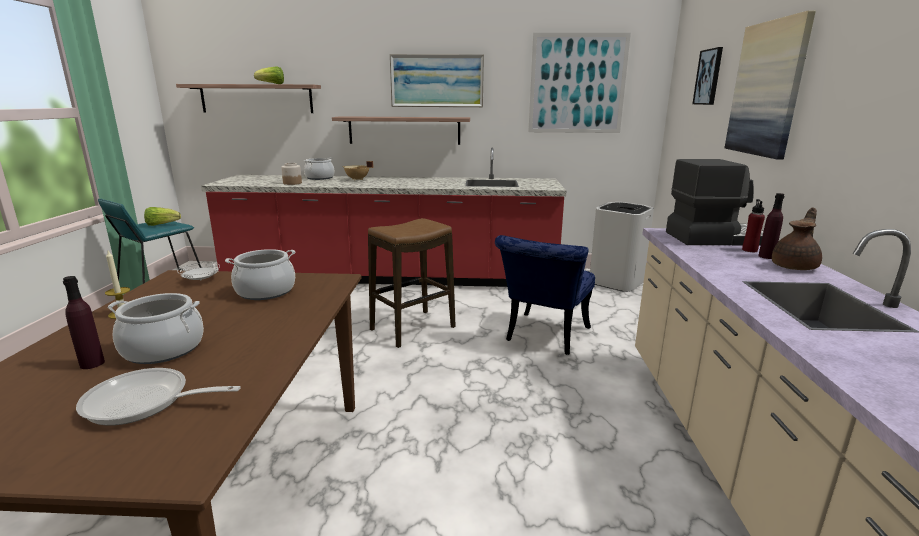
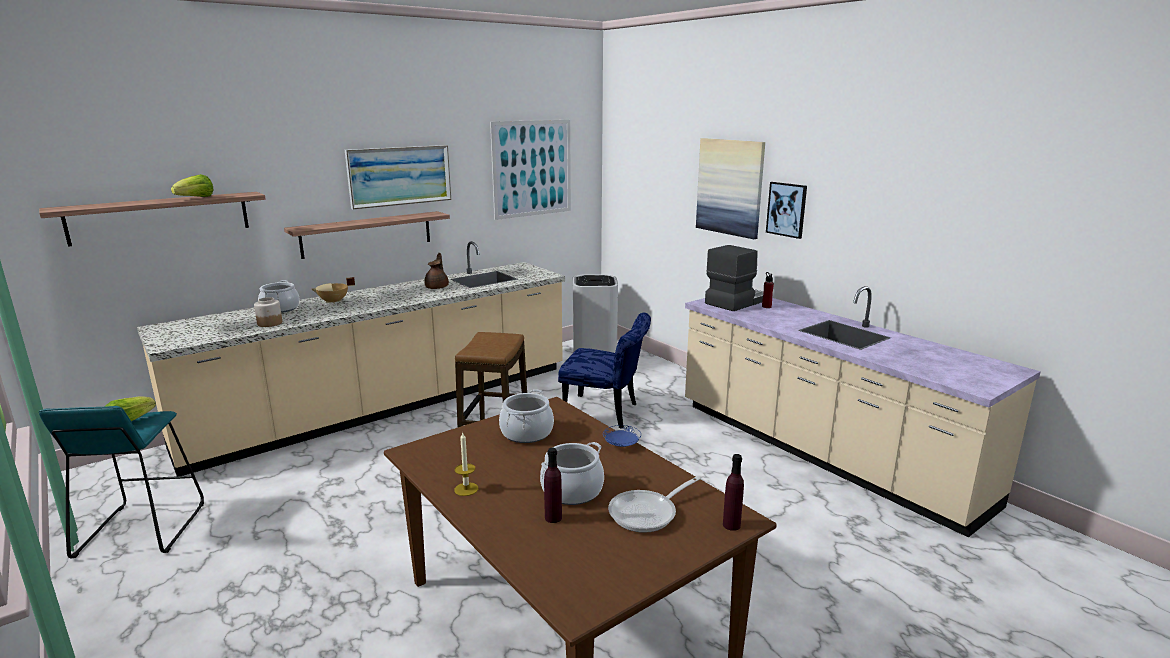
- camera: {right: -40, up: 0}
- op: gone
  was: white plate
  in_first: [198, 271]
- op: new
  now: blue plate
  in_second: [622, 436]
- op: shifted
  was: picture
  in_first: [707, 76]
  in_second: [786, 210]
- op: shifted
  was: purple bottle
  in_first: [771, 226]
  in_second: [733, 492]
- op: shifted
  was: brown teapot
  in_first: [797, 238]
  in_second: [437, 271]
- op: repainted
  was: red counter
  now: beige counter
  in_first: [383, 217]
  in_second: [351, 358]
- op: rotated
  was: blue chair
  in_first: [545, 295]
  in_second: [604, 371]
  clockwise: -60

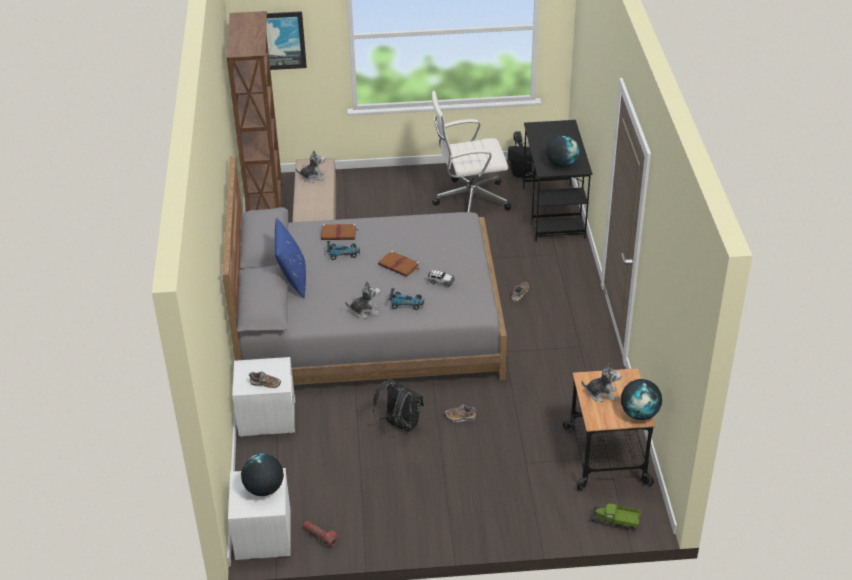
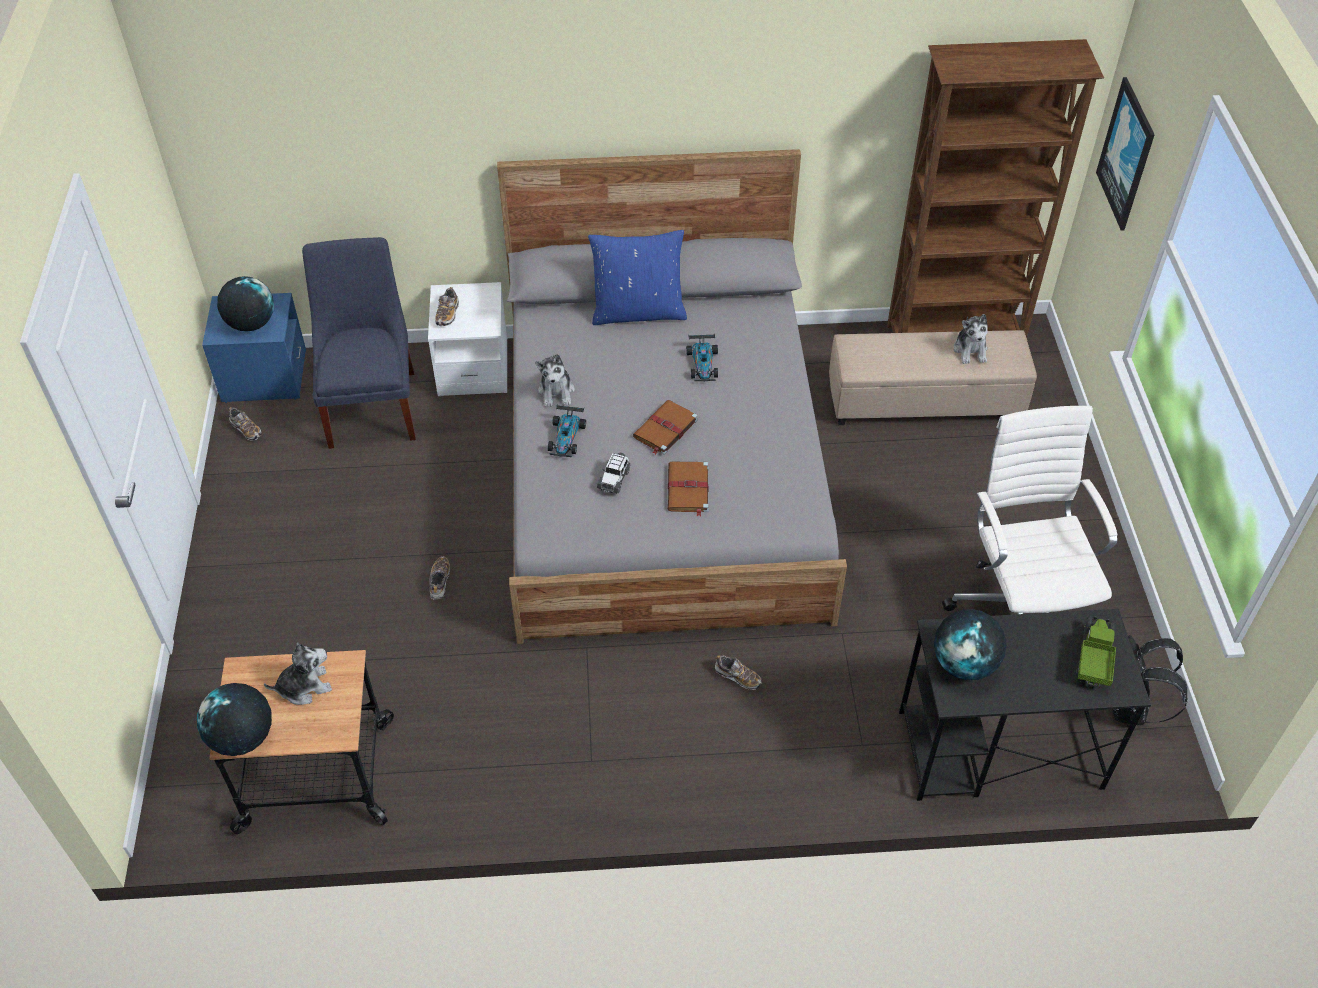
- camera: {right: 90, up: 10}
- op: gone
  was: black backpack
  in_first: [398, 405]
- op: new
  now: blue chair
  in_second: [359, 343]
- op: shifted
  was: brown book
  in_first: [340, 232]
  in_second: [688, 488]
- op: shifted
  was: toy truck
  in_first: [616, 517]
  in_second: [1096, 652]
- op: swapped
  was: flashlight
  now: shoe
  in_first: [320, 534]
  in_second: [245, 424]
- op: repainted
  was: white nightstand
  now: blue nightstand
  in_first: [259, 514]
  in_second: [254, 348]
- op: rotated
  was: plush toy
  in_first: [602, 382]
  in_second: [298, 673]
  clockwise: -120

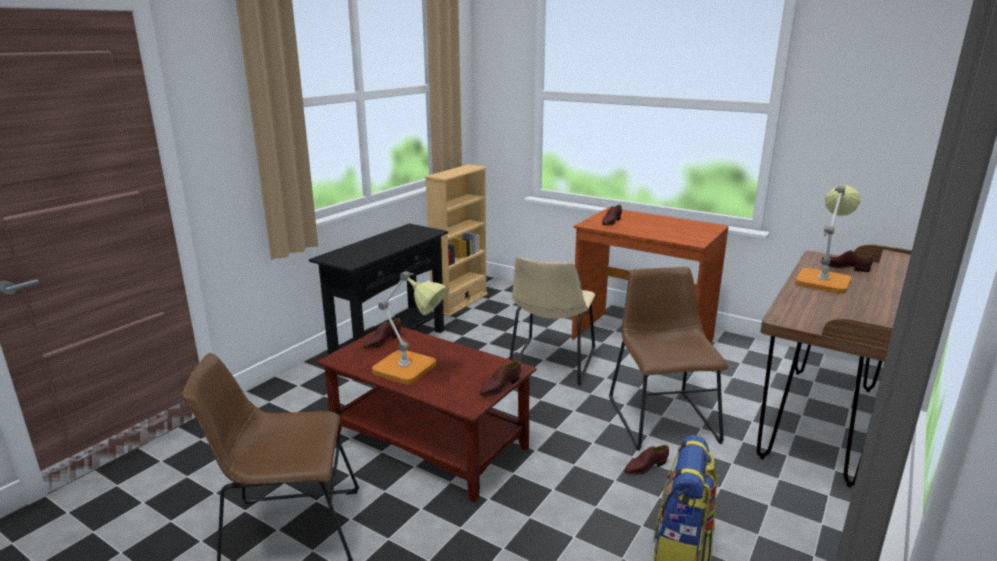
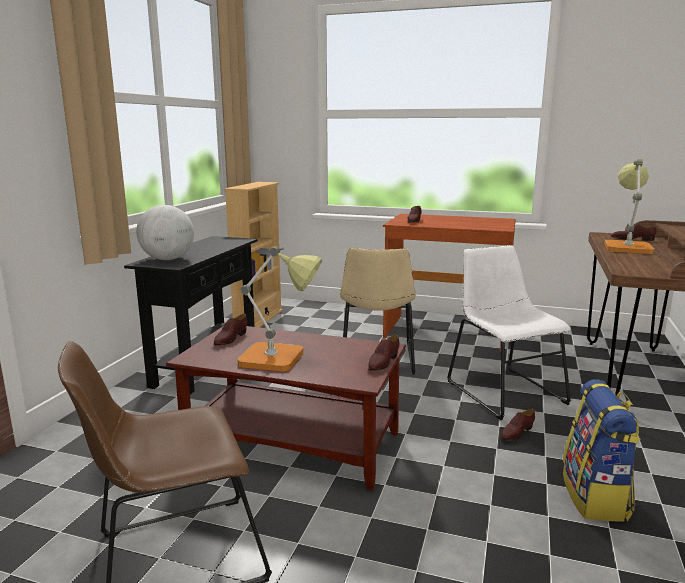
- camera: {right: -15, up: -5}
- op: new
  now: globe
  in_second: [165, 232]
- op: repainted
  was: brown chair
  now: white chair
  in_first: [668, 359]
  in_second: [509, 332]

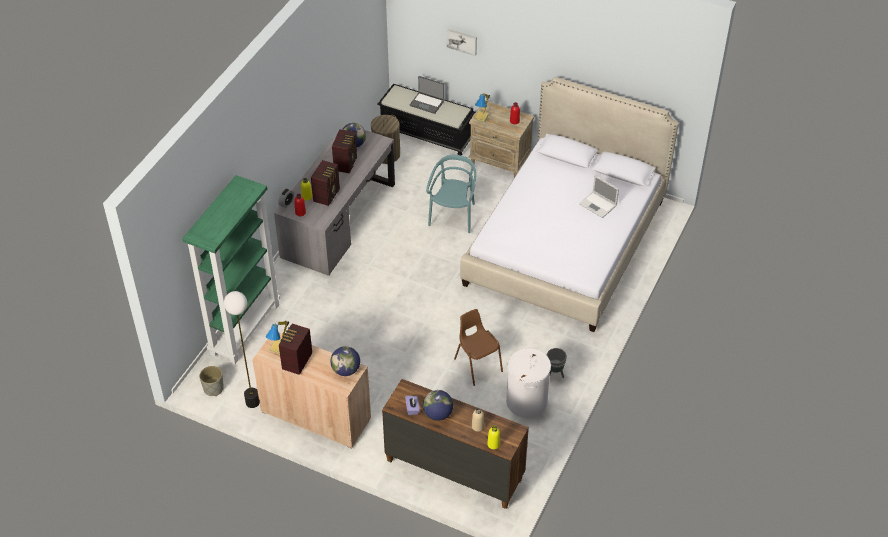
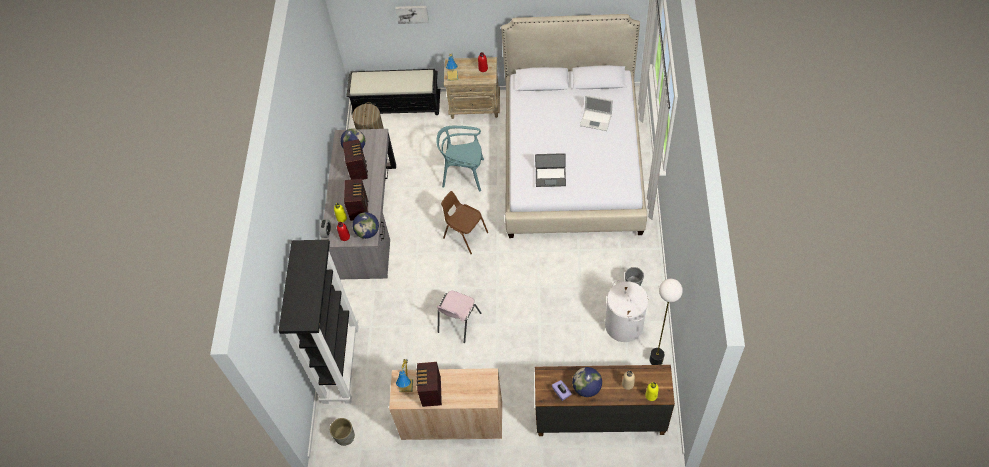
- camera: {right: -20, up: 10}
- op: new
  now: pink chair
  in_second: [459, 316]
- op: shifted
  was: floor lamp
  in_first: [242, 349]
  in_second: [666, 322]
- op: shifted
  was: globe
  in_first: [345, 361]
  in_second: [365, 225]
- op: shifted
  was: laptop
  in_first: [427, 95]
  in_second: [550, 170]
- op: shifted
  was: brown chair
  in_first: [478, 347]
  in_second: [464, 222]
- op: repainted
  was: green bookcase
  now: black bookcase
  in_first: [231, 269]
  in_second: [319, 322]
- op: rotated
  was: turquoise chair
  in_first: [451, 194]
  in_second: [460, 159]
  clockwise: -75

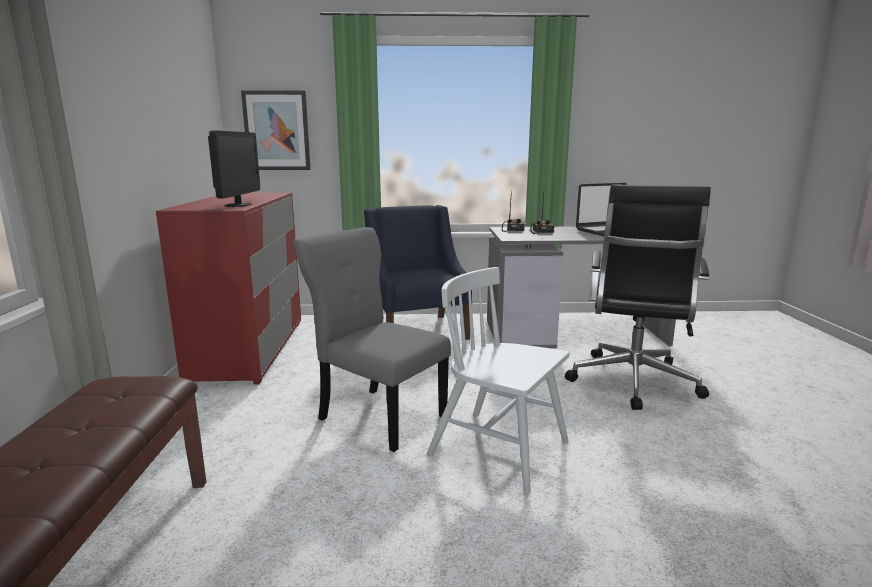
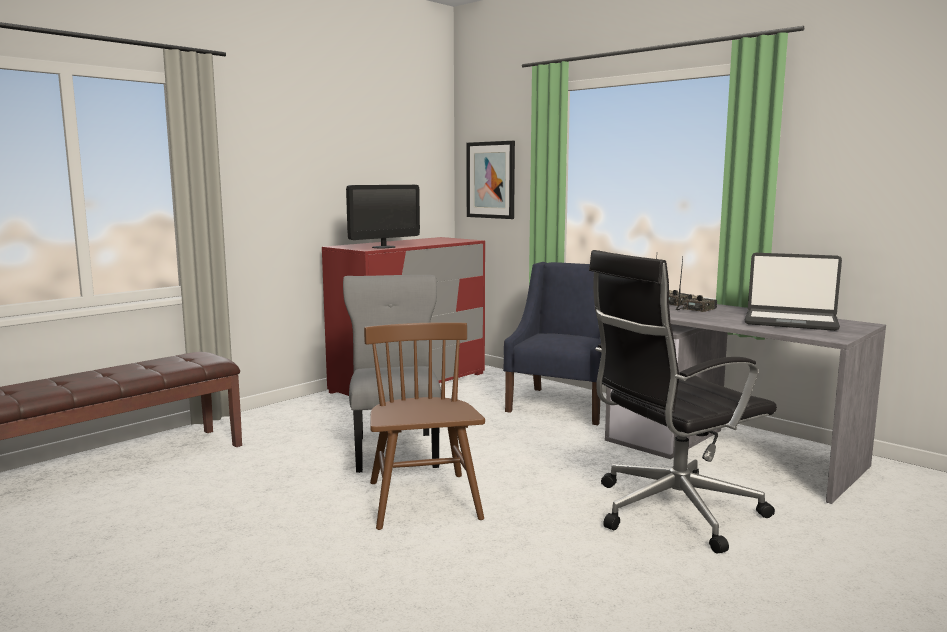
- camera: {right: 45, up: -5}
- op: repainted
  was: white chair
  now: brown chair
  in_first: [498, 380]
  in_second: [424, 426]

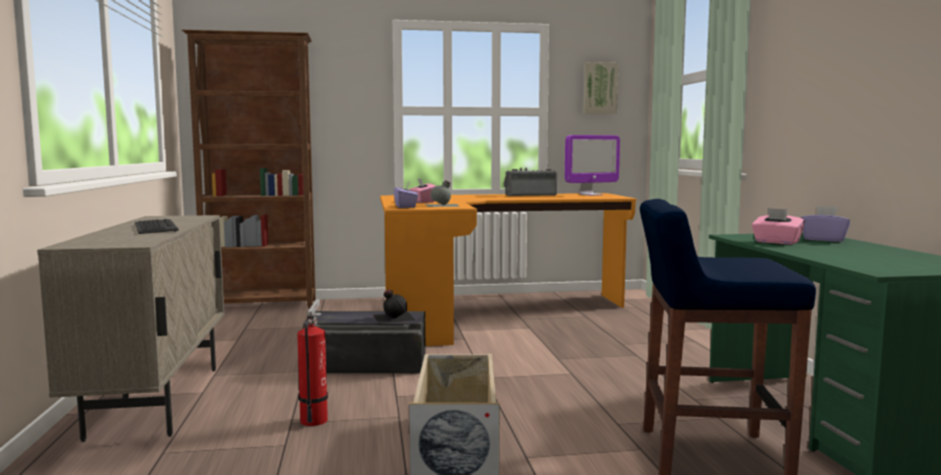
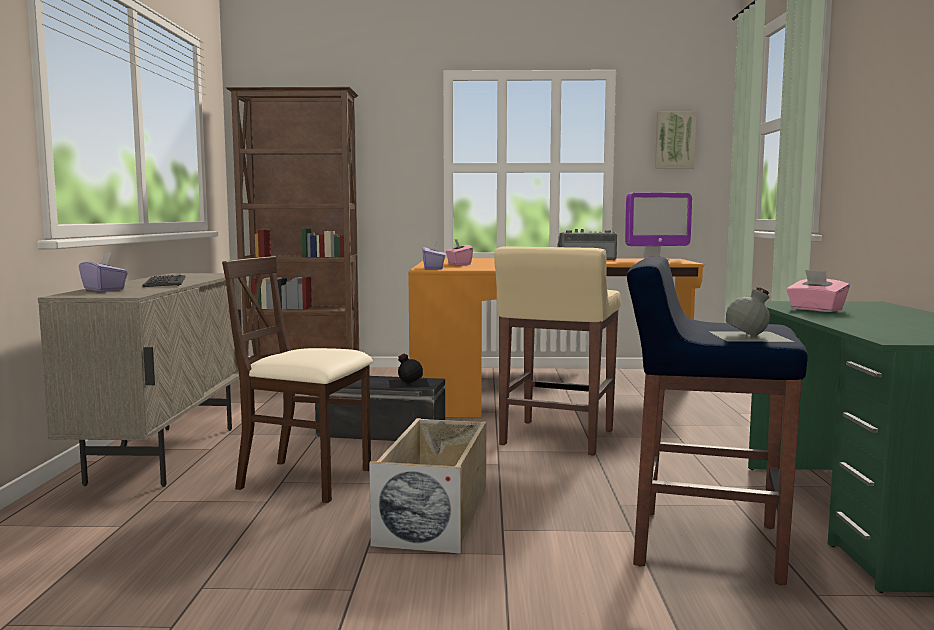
- camera: {right: 10, up: 0}
- op: new
  now: beige stool
  in_second: [557, 351]
- op: shifted
  was: grey bottle
  in_first: [442, 193]
  in_second: [751, 314]
- op: shifted
  was: purple tissue box
  in_first: [825, 224]
  in_second: [103, 271]
- op: swapped
  was: fire extinguisher
  now: beige chair
  in_first: [312, 362]
  in_second: [297, 379]

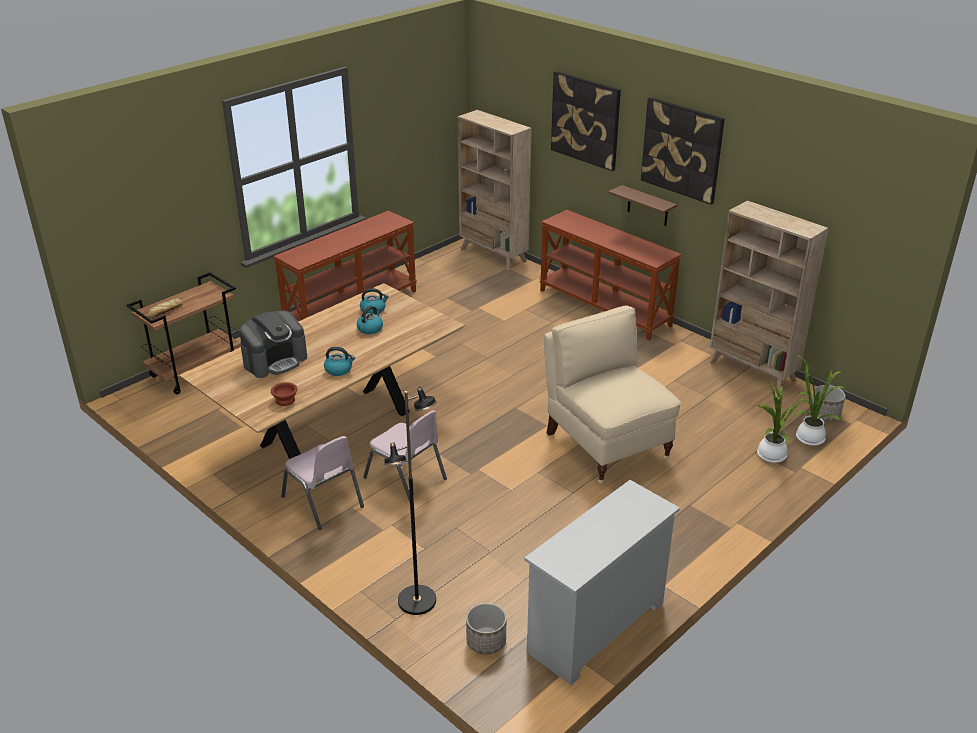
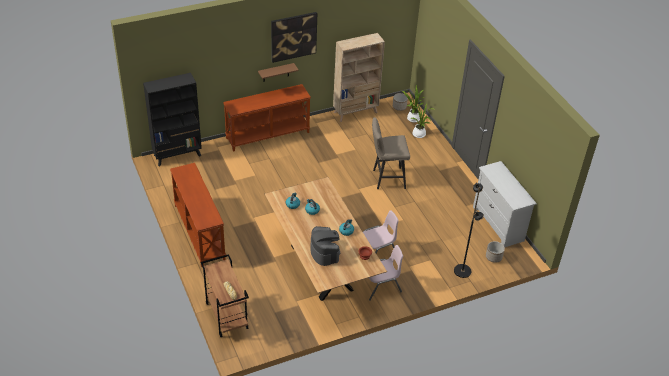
- camera: {right: -70, up: 10}
- op: gone
  was: picture
  in_first: [586, 121]
- op: swapped
  was: beige chair
  now: beige stool
  in_first: [612, 394]
  in_second: [391, 153]
- op: repainted
  was: beige bookcase
  now: black bookcase
  in_first: [495, 190]
  in_second: [172, 119]

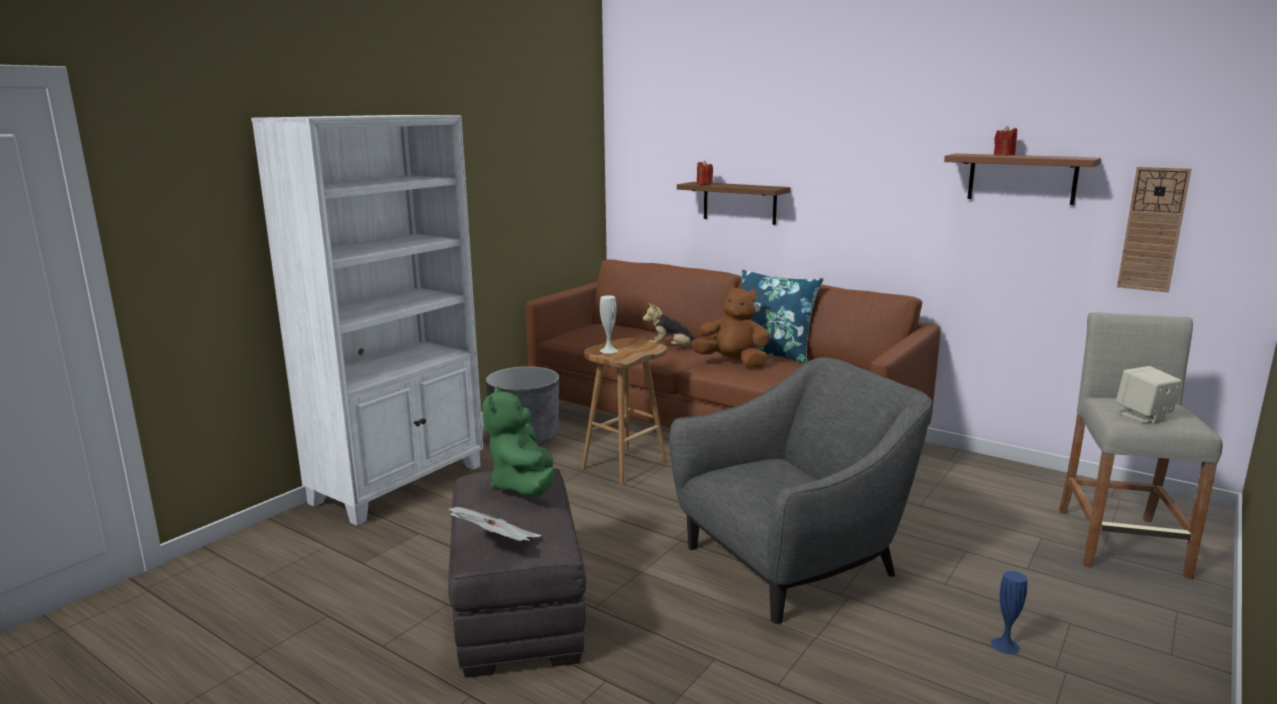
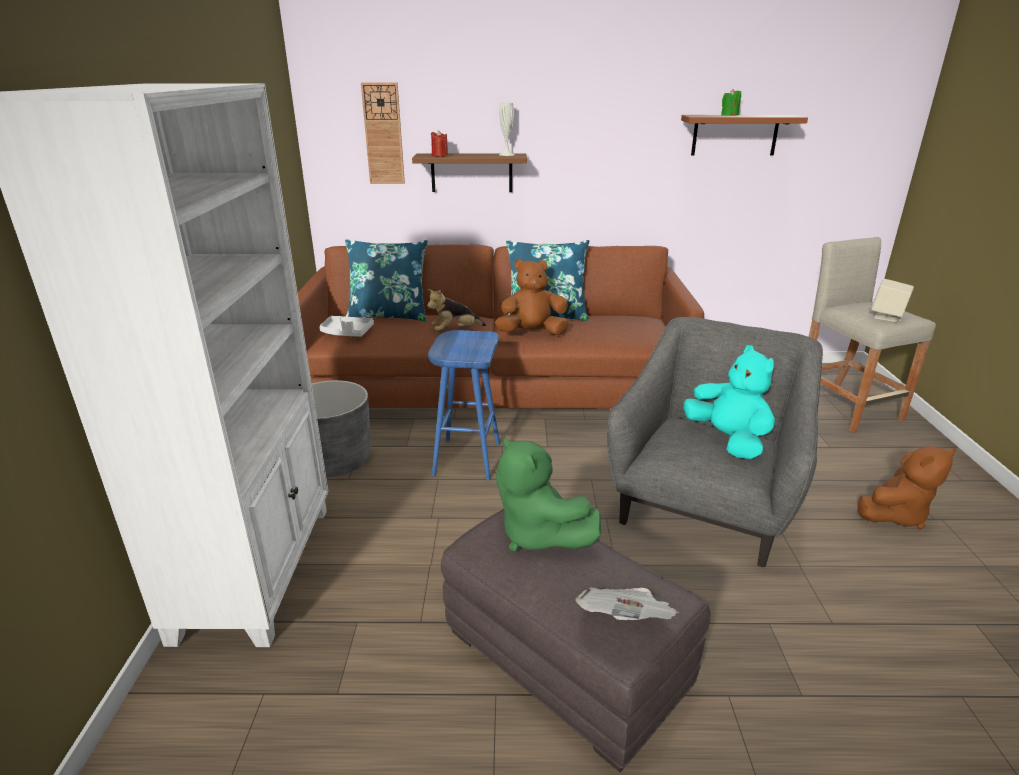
- camera: {right: -35, up: 10}
- op: new
  now: grey tray
  in_second: [347, 326]
- op: new
  now: blue pillow
  in_second: [386, 280]
- op: new
  now: turquoise plush toy
  in_second: [729, 402]
- op: shifted
  was: white vase
  in_first: [609, 325]
  in_second: [506, 129]
- op: shifted
  was: wall clock
  in_first: [1154, 229]
  in_second: [383, 133]
- op: swapped
  was: blue vase
  now: brown plush toy
  in_first: [1009, 612]
  in_second: [907, 488]
- op: repainted
  was: brown stool
  now: blue stool
  in_first: [624, 411]
  in_second: [464, 405]
- op: repainted
  was: red candle
  now: green candle
  in_first: [1005, 140]
  in_second: [731, 102]

